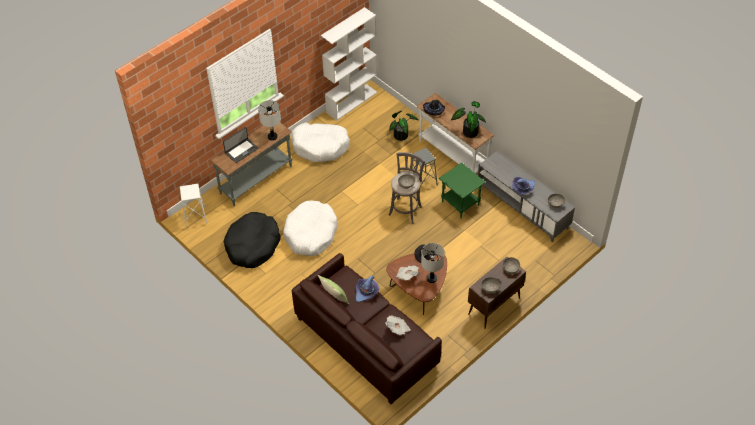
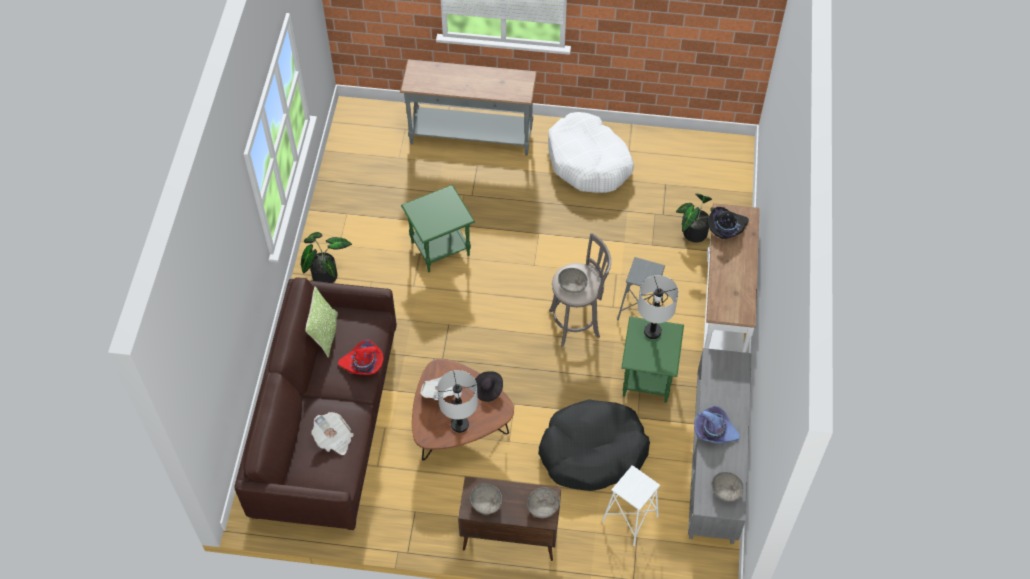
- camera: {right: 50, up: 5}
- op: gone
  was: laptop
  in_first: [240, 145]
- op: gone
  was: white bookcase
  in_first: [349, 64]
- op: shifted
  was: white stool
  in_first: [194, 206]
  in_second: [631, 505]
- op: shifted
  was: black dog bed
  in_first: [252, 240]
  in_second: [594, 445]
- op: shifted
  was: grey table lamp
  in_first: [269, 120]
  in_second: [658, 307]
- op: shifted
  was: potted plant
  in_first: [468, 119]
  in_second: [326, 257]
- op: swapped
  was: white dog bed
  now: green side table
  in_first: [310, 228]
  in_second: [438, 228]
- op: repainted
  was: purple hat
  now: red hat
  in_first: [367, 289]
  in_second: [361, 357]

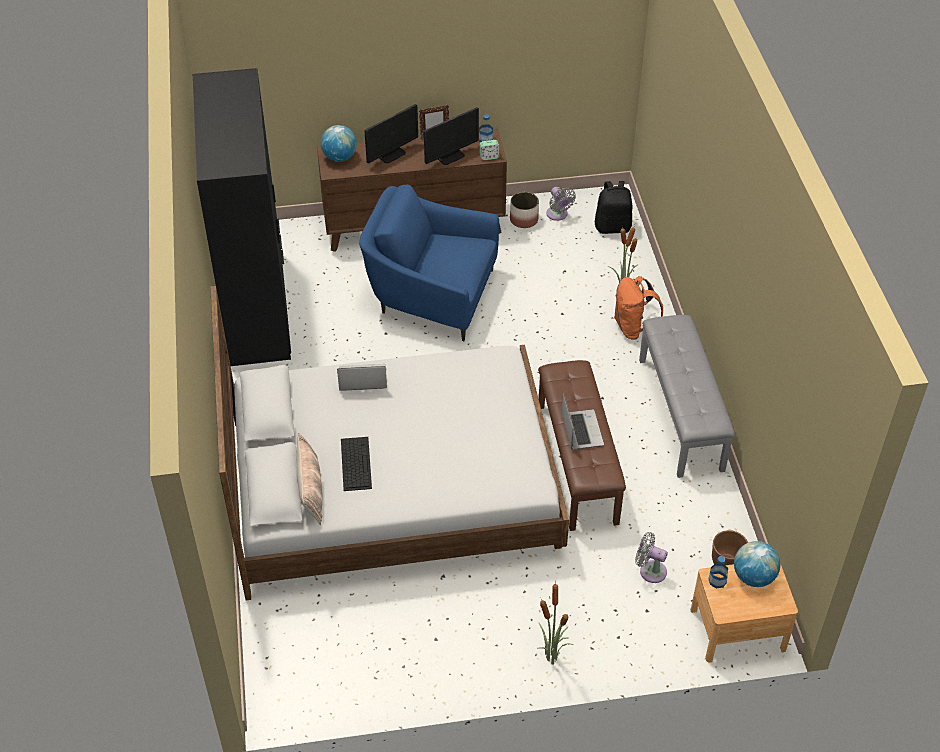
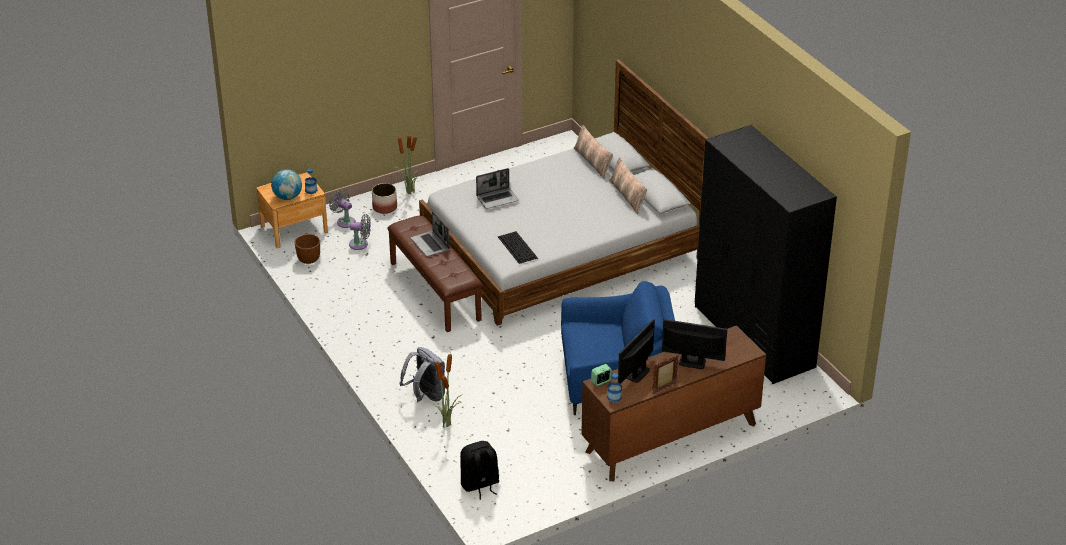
- camera: {right: 160, up: -10}
- op: gone
  was: globe
  in_first: [339, 143]
- op: gone
  was: grey bench
  in_first: [687, 396]
- op: new
  now: pillow
  in_second: [628, 185]
- op: shifted
  was: laptop
  in_first: [362, 377]
  in_second: [497, 188]
- op: shifted
  was: keyboard
  in_first: [356, 464]
  in_second: [518, 247]
- op: shifted
  was: planter
  in_first: [524, 210]
  in_second: [384, 198]
- op: shifted
  was: grey fan
  in_first: [561, 204]
  in_second: [342, 209]
- op: repainted
  was: orange backpack
  now: grey backpack
  in_first: [638, 308]
  in_second: [422, 374]
- op: rotated
  was: monitor
  in_first: [391, 134]
  in_second: [694, 344]
  clockwise: 75

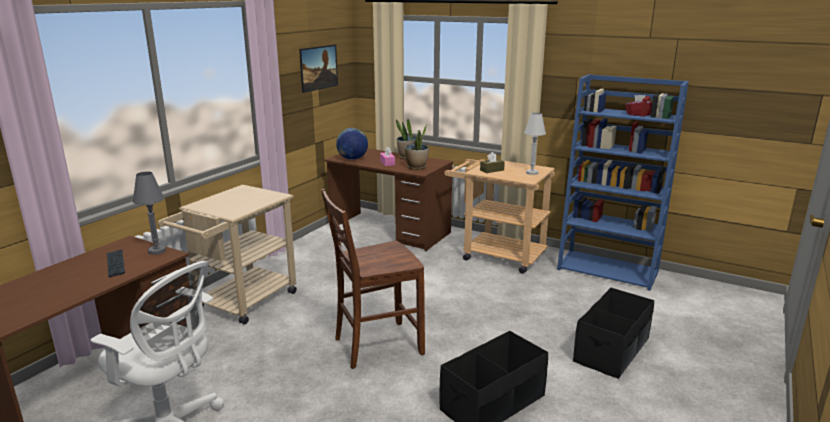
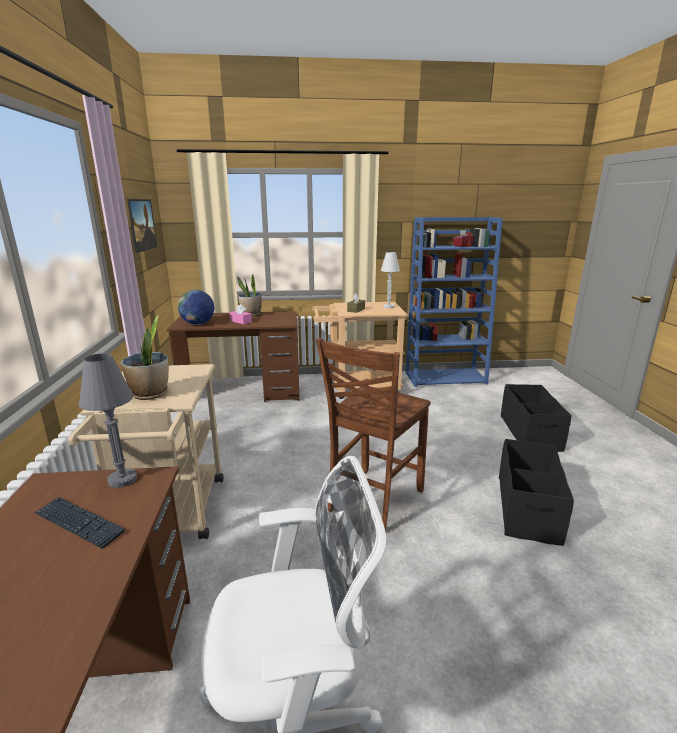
- camera: {right: -35, up: 0}
- op: shifted
  was: potted plant
  in_first: [417, 147]
  in_second: [145, 357]

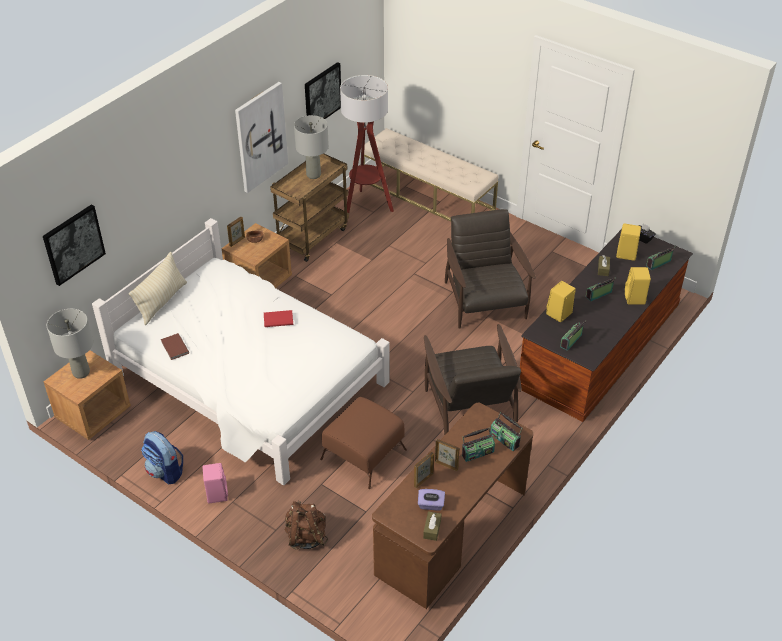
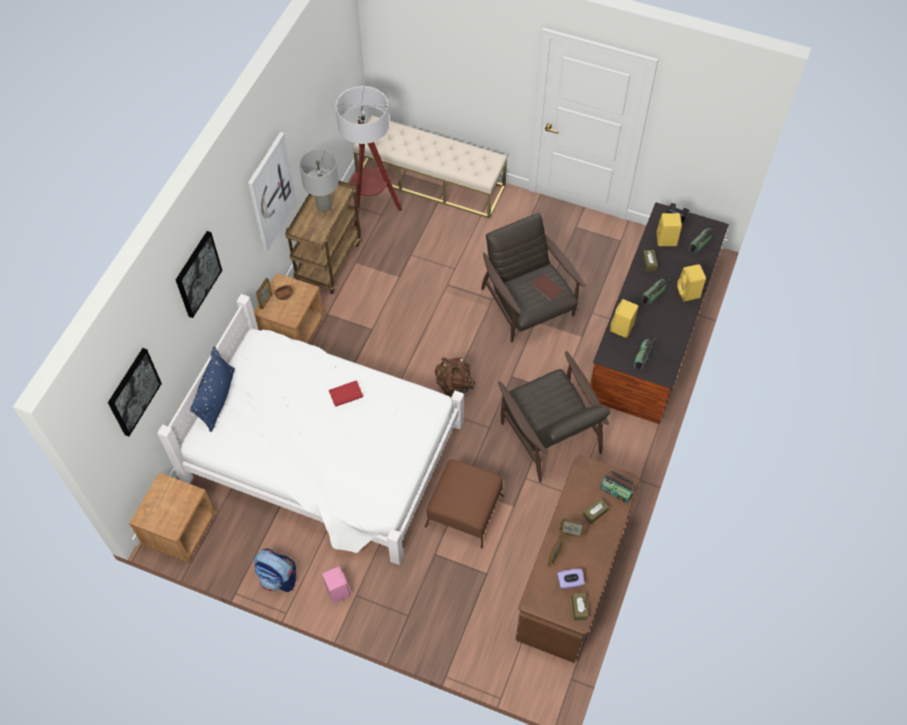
- camera: {right: -15, up: 15}
- op: gone
  was: grey table lamp
  in_first: [70, 344]
- op: shifted
  was: brown book
  in_first: [175, 346]
  in_second: [548, 288]
- op: shifted
  was: brown backpack
  in_first: [306, 525]
  in_second: [455, 377]
- op: shifted
  was: picture
  in_first: [323, 90]
  in_second: [199, 274]
- op: swapped
  was: radio
  now: brown tissue box
  in_first: [478, 445]
  in_second: [596, 511]
- op: repainted
  was: beige pillow
  now: blue pillow
  in_first: [158, 288]
  in_second: [212, 389]

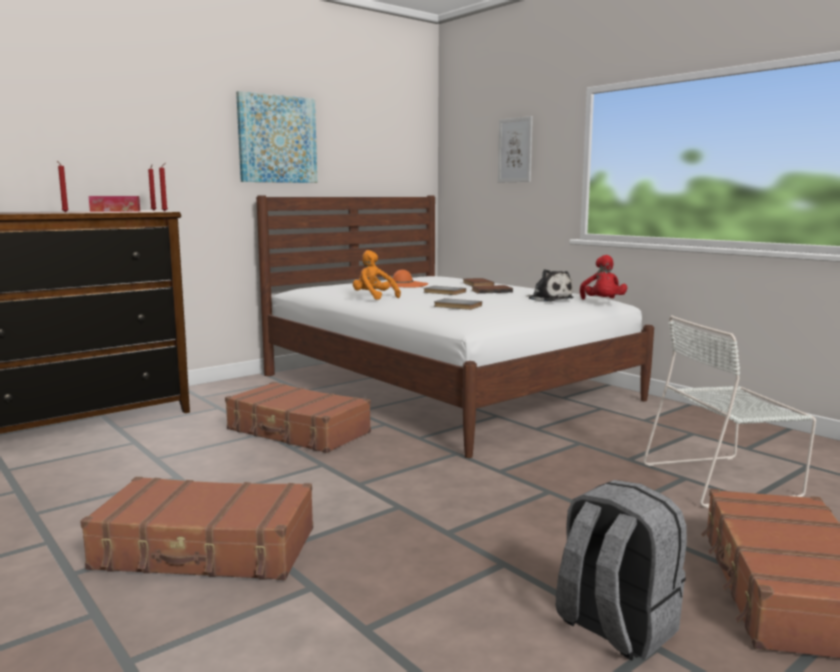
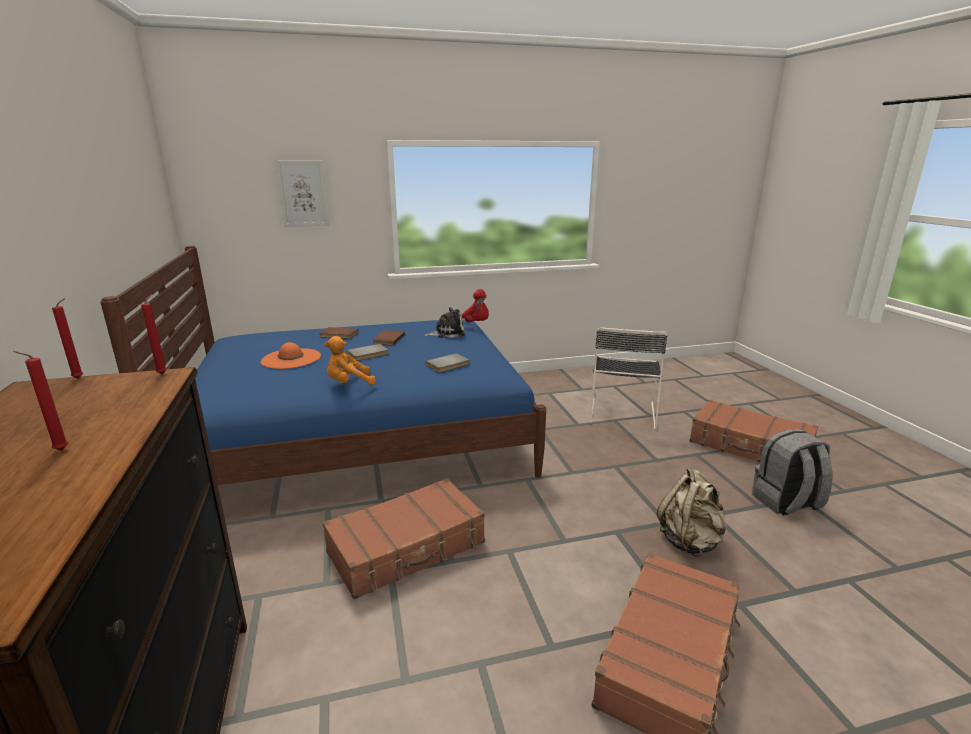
- camera: {right: -65, up: 10}
- op: gone
  was: tissue box
  in_first: [114, 204]
- op: gone
  was: picture
  in_first: [276, 137]
- op: new
  now: beige backpack
  in_second: [692, 512]
- op: repainted
  was: white bed
  now: blue bed
  in_first: [455, 326]
  in_second: [323, 365]
- op: repainted
  was: white chair
  now: black chair
  in_first: [729, 411]
  in_second: [628, 378]

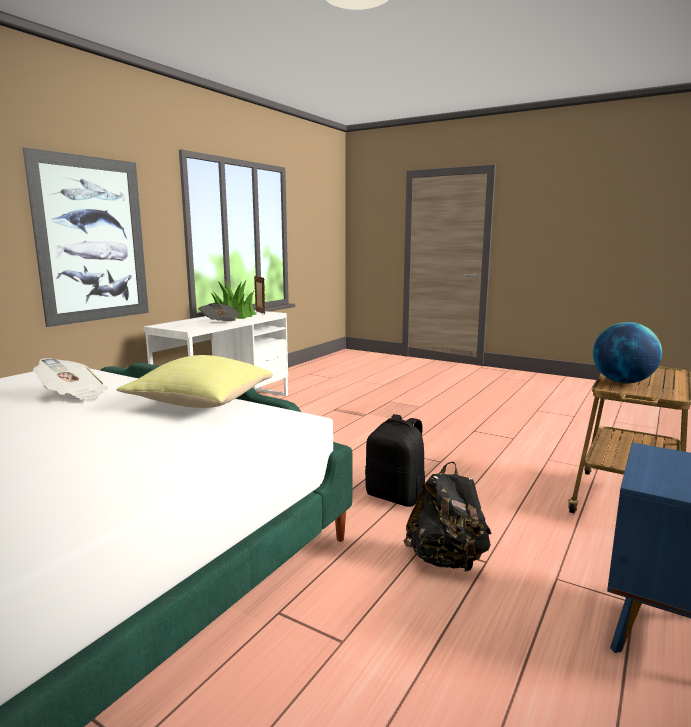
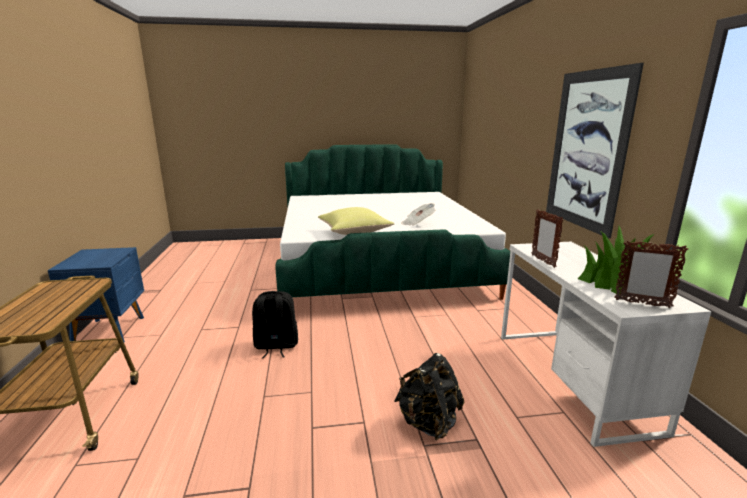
- camera: {right: 140, up: 5}
- op: gone
  was: globe
  in_first: [627, 352]
- op: shifted
  was: black backpack
  in_first: [448, 516]
  in_second: [429, 396]
- op: swapped
  was: newspaper
  now: picture frame
  in_first: [219, 312]
  in_second: [547, 238]

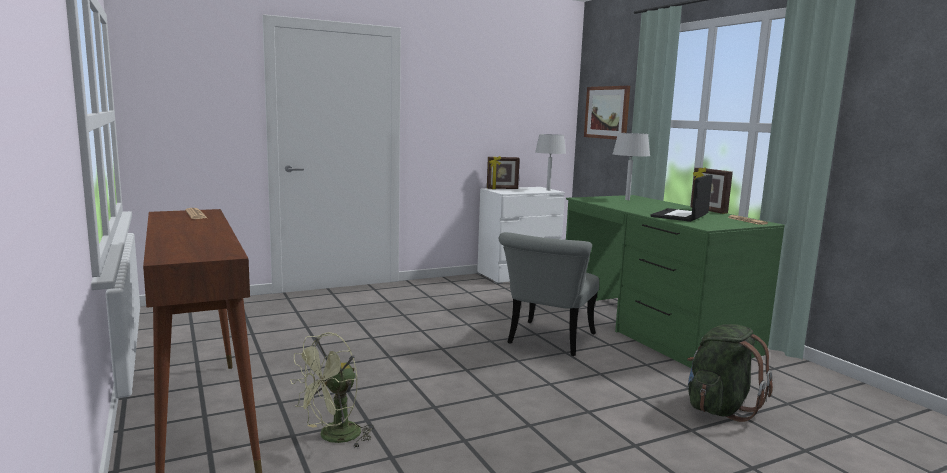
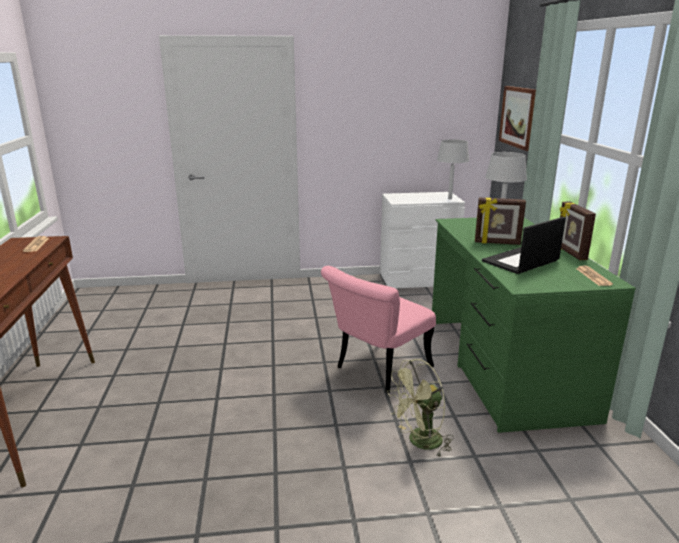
- camera: {right: 20, up: 10}
- op: gone
  was: green backpack
  in_first: [730, 373]
- op: shifted
  was: green fan
  in_first: [332, 390]
  in_second: [420, 408]
- op: shifted
  was: picture frame
  in_first: [503, 172]
  in_second: [500, 221]
- op: repainted
  was: grey chair
  now: pink chair
  in_first: [549, 294]
  in_second: [378, 329]

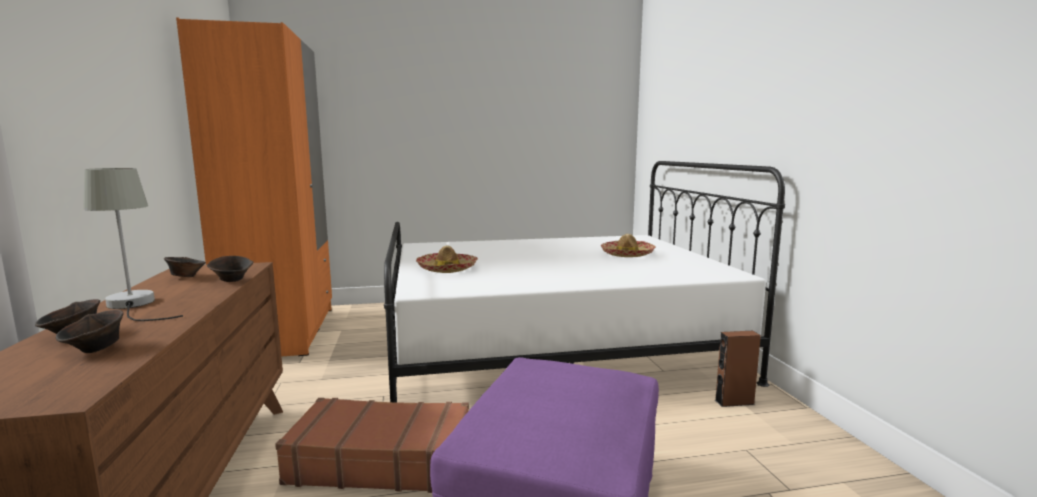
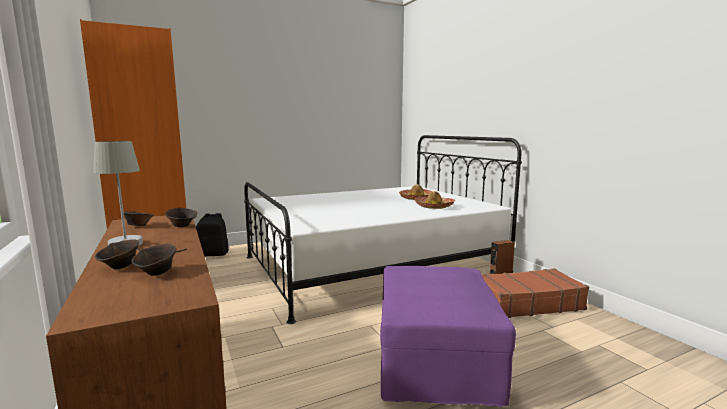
- camera: {right: -15, up: 0}
- op: new
  now: black backpack
  in_second: [212, 234]
- op: shifted
  was: brown suitcase
  in_first: [372, 445]
  in_second: [535, 293]
- op: shifted
  was: hat
  in_first: [447, 259]
  in_second: [434, 200]

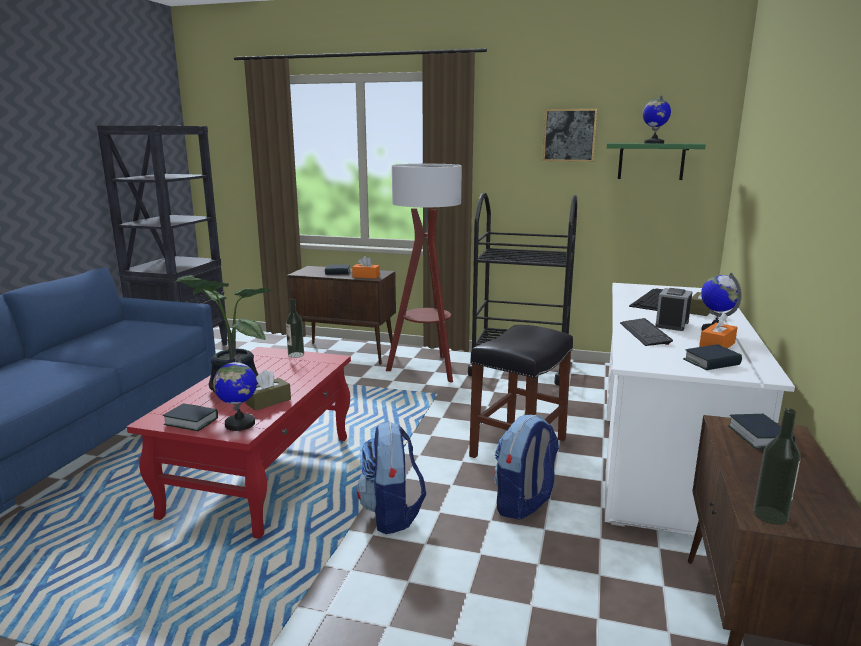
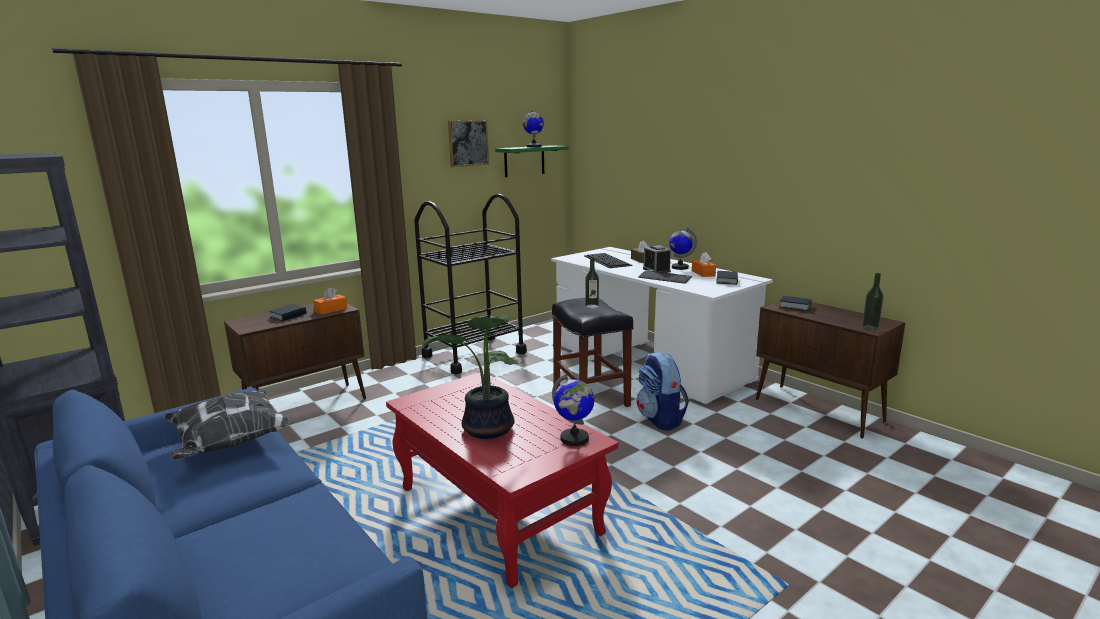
- camera: {right: -55, up: 0}
- op: gone
  was: book
  in_first: [190, 417]
- op: gone
  was: brown tissue box
  in_first: [268, 390]
- op: gone
  was: backpack
  in_first: [391, 477]
- op: gone
  was: floor lamp
  in_first: [424, 273]
- op: new
  now: pillow
  in_second: [229, 425]
- op: shifted
  was: bottle
  in_first: [295, 328]
  in_second: [592, 283]

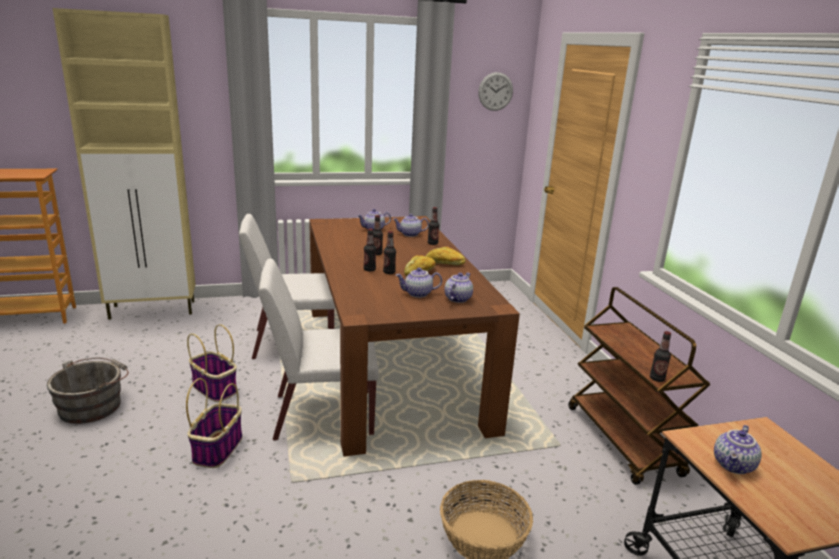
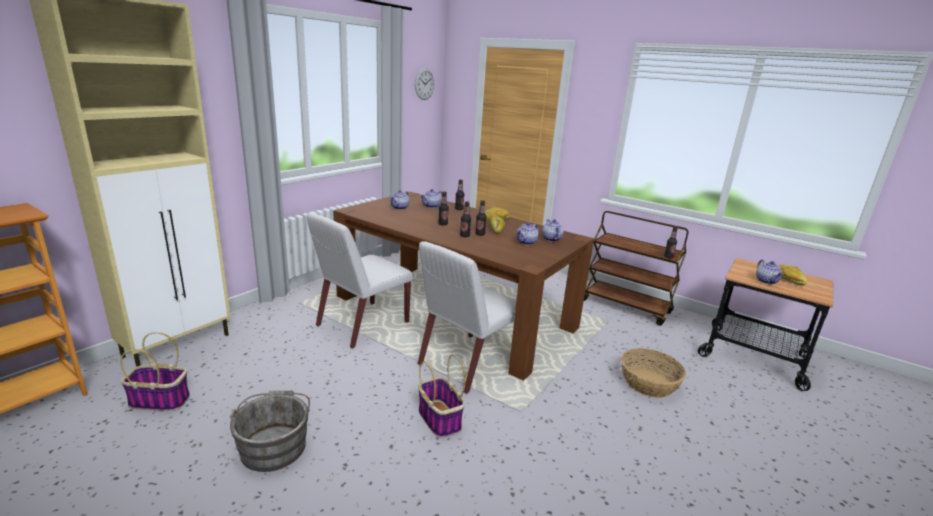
- camera: {right: -40, up: 0}
- op: new
  now: bread
  in_second: [793, 275]
- op: shifted
  was: basket
  in_first: [212, 363]
  in_second: [155, 371]

